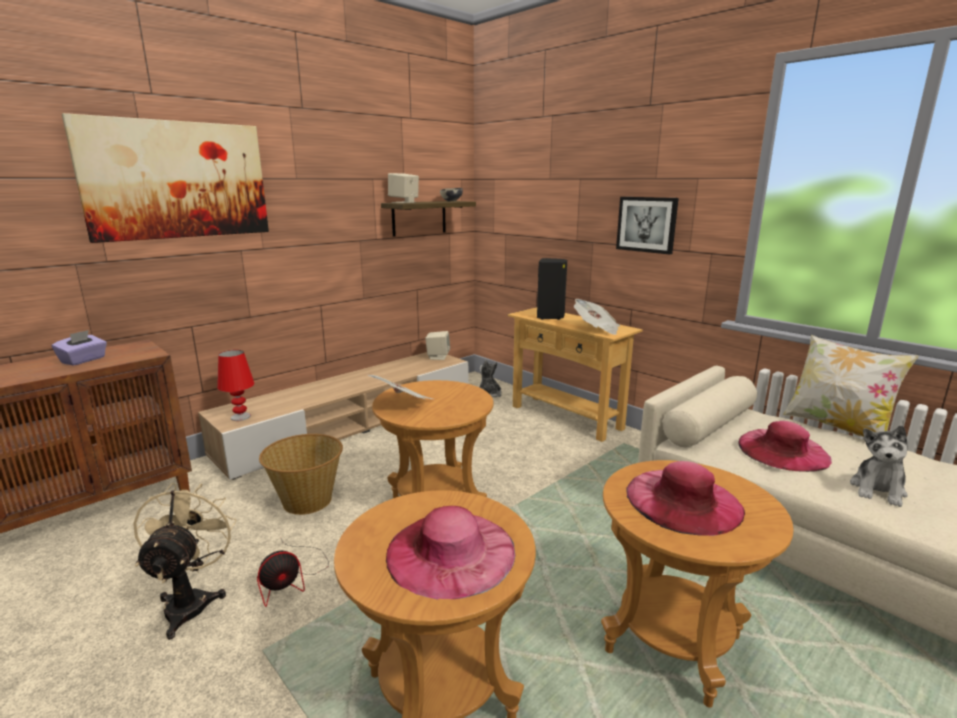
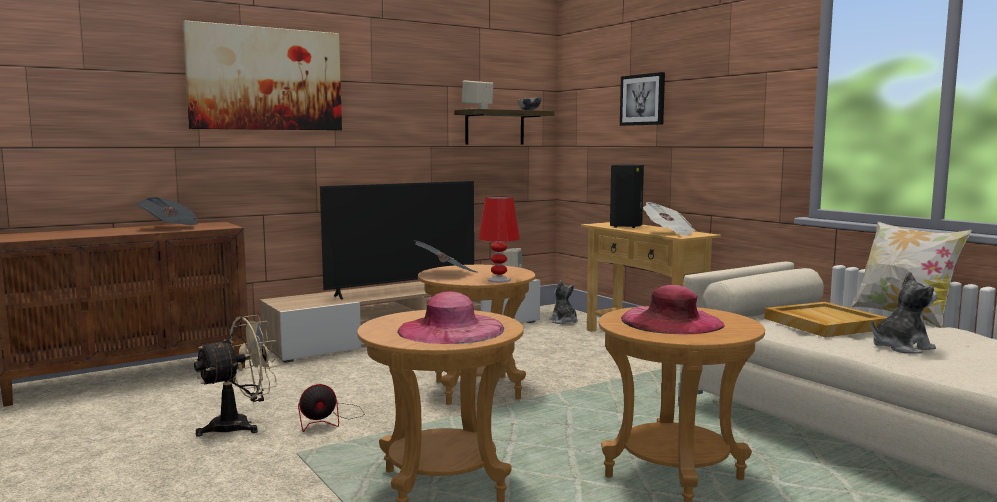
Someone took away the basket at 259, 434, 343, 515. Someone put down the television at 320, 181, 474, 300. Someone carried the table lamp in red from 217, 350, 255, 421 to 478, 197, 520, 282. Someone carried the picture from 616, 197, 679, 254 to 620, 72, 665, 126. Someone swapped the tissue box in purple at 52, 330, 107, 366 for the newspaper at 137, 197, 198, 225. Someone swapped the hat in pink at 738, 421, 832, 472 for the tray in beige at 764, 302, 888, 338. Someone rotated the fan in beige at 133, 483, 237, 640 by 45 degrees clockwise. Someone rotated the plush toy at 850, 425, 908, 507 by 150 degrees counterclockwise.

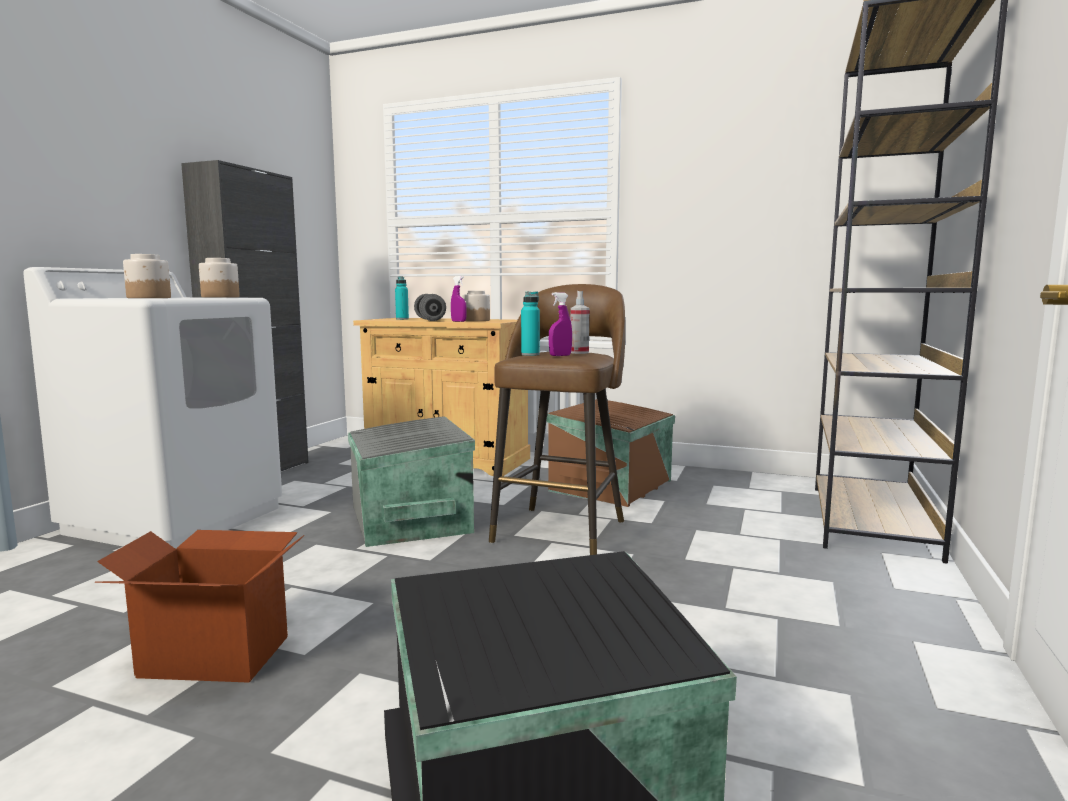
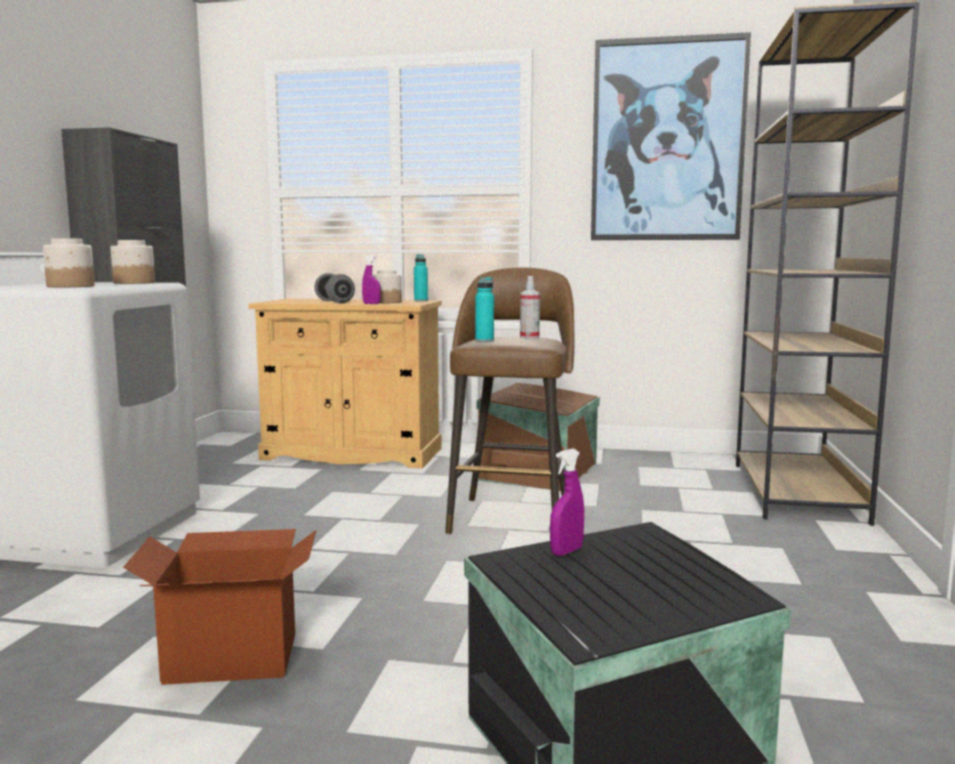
Someone took away the storage box in grey at 348, 416, 475, 547. Someone put up the picture at 591, 32, 751, 240. Someone carried the bottle in turquoise from 395, 276, 409, 320 to 414, 254, 428, 302. Someone carried the spray bottle in purple from 549, 292, 572, 356 to 550, 449, 584, 556.

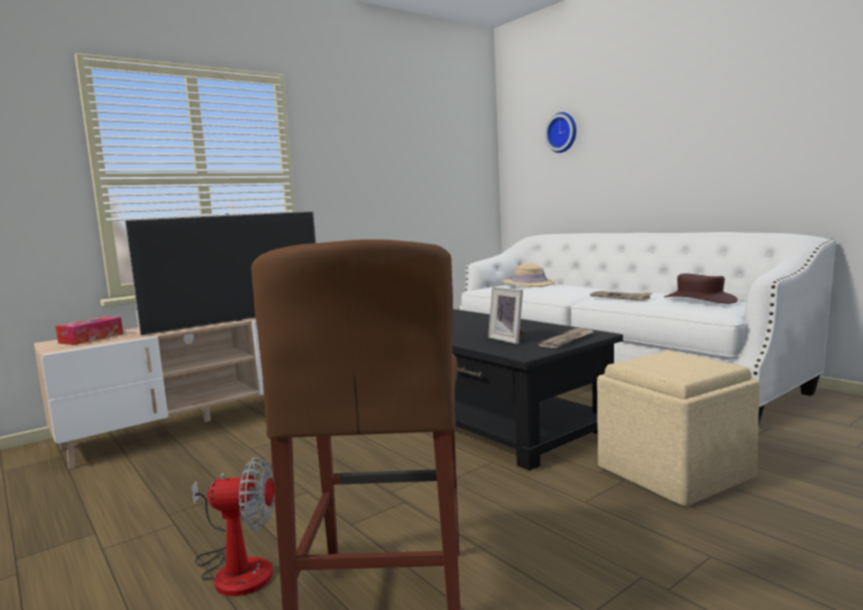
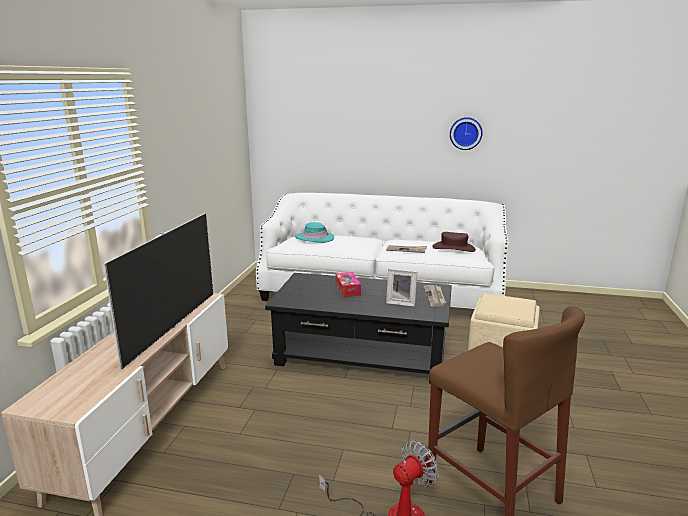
Someone carried the tissue box from 55, 317, 123, 345 to 335, 272, 361, 297. Someone carried the wall clock from 545, 112, 576, 153 to 450, 117, 483, 150. Someone repainted the hat in beige at 502, 264, 555, 287, which became the hat in turquoise at 295, 222, 334, 243.

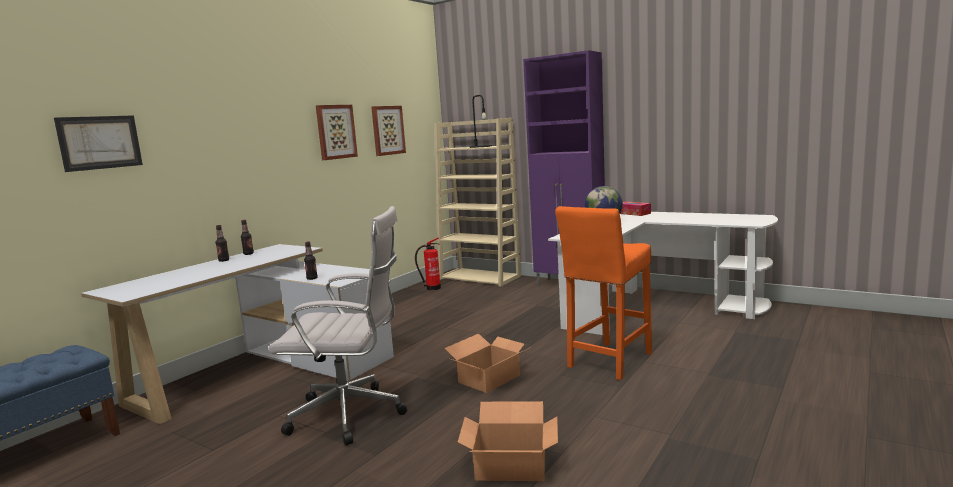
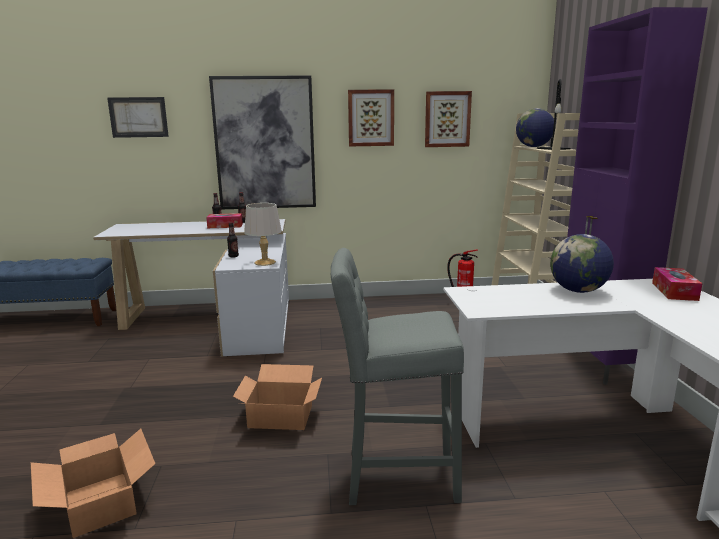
Someone took away the office chair in white at 268, 206, 407, 446. Someone put down the tissue box at 206, 213, 243, 228. Someone put up the picture at 209, 75, 316, 209. Someone put down the table lamp in grey at 244, 203, 282, 266. Someone put down the globe at 516, 108, 554, 147. Someone repainted the stool in orange at 555, 206, 652, 380, which became the stool in grey at 331, 248, 464, 505.

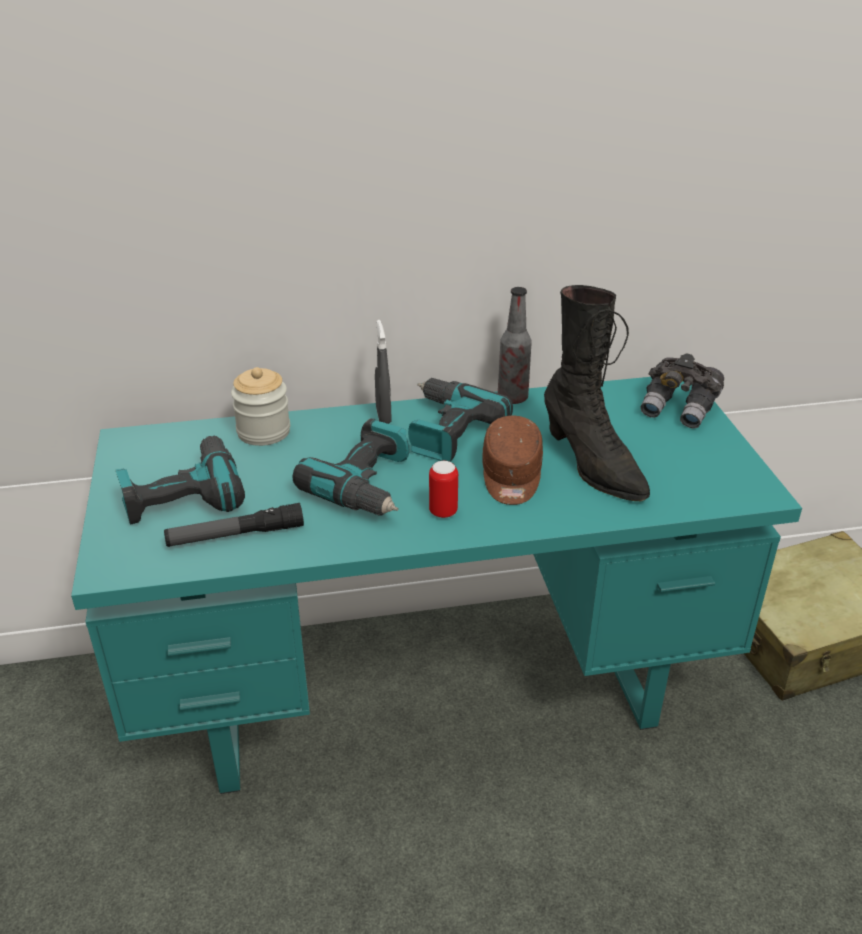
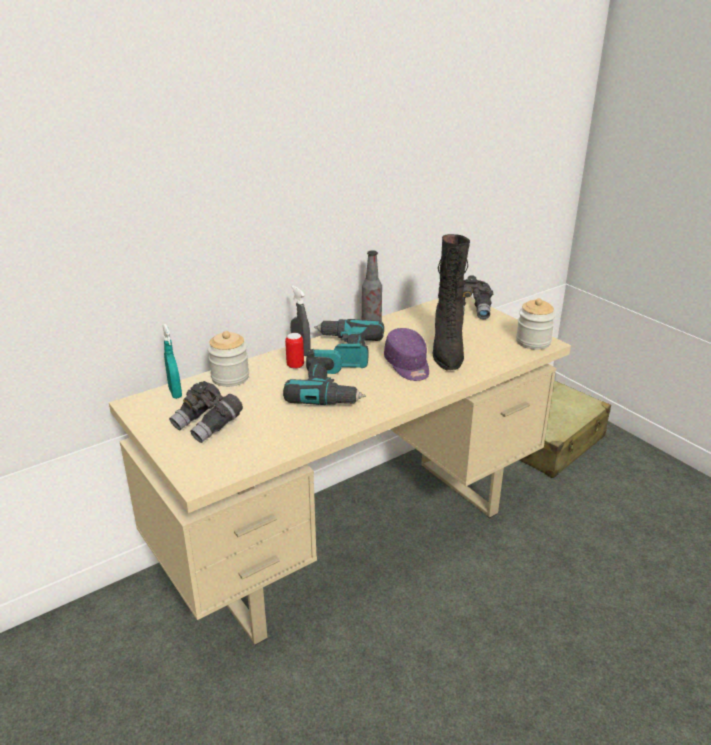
Someone took away the flashlight at 164, 503, 304, 547. Someone put down the spray bottle in turquoise at 162, 324, 182, 399. Someone put down the jar at 516, 298, 556, 350. Someone carried the can from 429, 461, 458, 518 to 285, 333, 304, 369. Someone swapped the power drill at 116, 436, 245, 525 for the binoculars in grey at 169, 381, 243, 443. Someone repainted the desk in turquoise at 71, 377, 802, 794, which became the desk in beige at 109, 297, 571, 645. Someone repainted the cap in brown at 482, 416, 543, 505, which became the cap in purple at 384, 328, 429, 381. Someone rotated the boot in black at 544, 285, 650, 501 by 60 degrees clockwise.

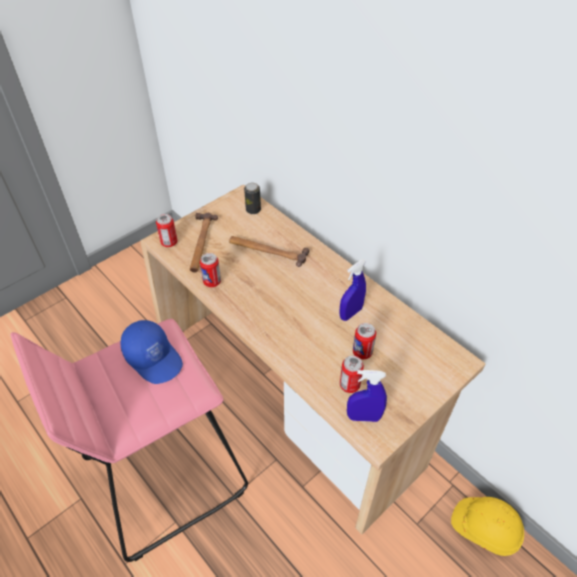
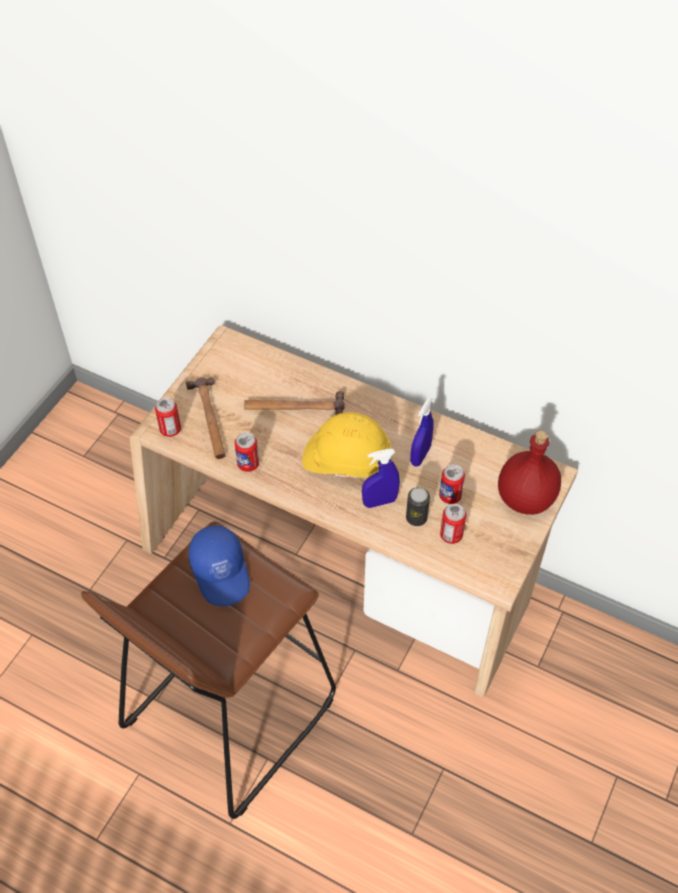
Someone put down the bottle in red at 498, 430, 561, 515. Someone carried the can from 244, 183, 261, 214 to 406, 487, 430, 526. Someone carried the spray bottle in blue from 347, 370, 387, 422 to 362, 449, 400, 508. Someone carried the hard hat in yellow from 451, 497, 524, 556 to 302, 412, 391, 478. Someone repainted the stool in pink at 10, 319, 248, 562, which became the stool in brown at 81, 521, 336, 819. Someone rotated the cap in blue at 121, 320, 183, 384 by 45 degrees clockwise.

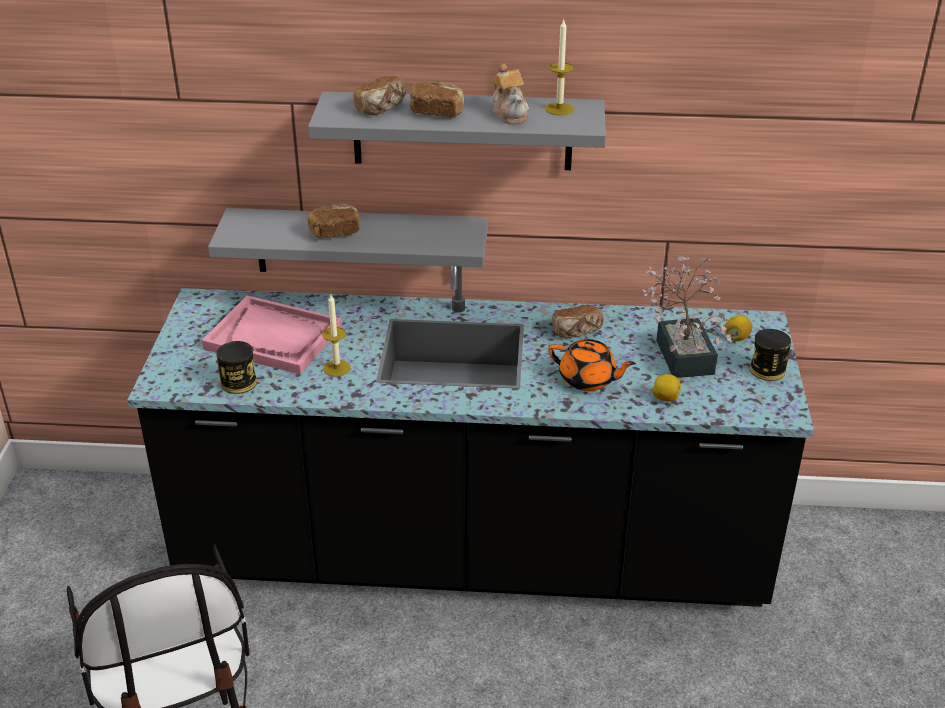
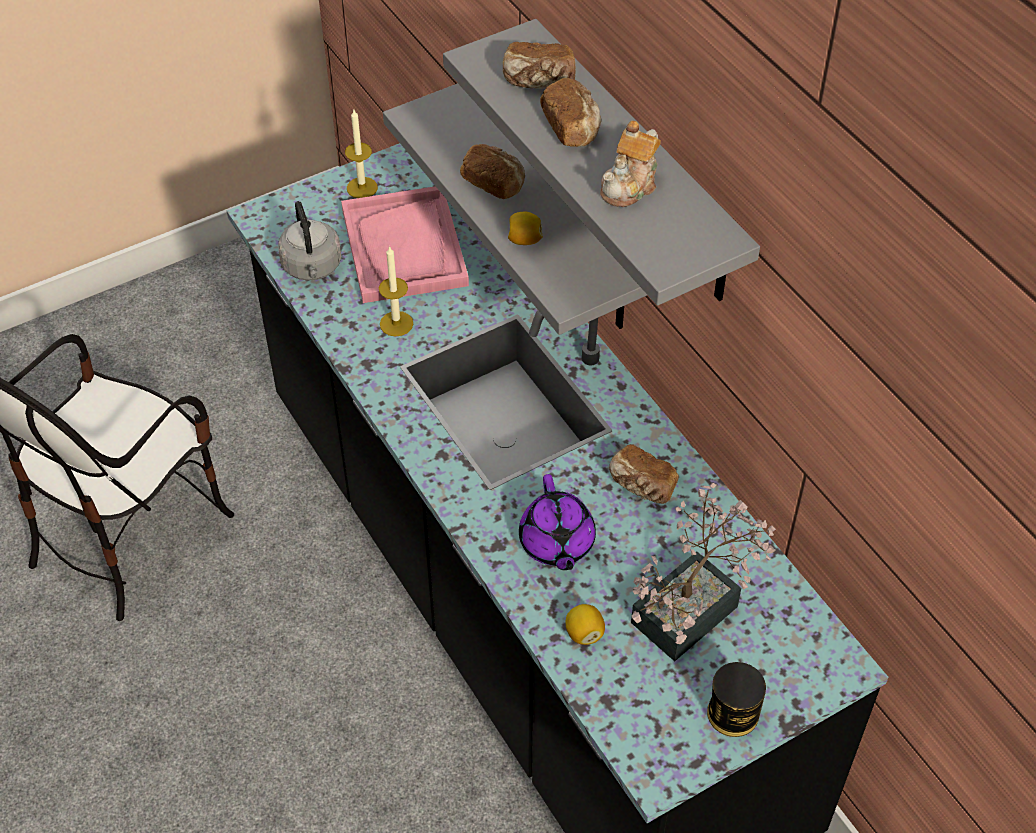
Someone carried the candle from 545, 20, 574, 115 to 345, 110, 378, 198. Someone carried the lemon from 725, 315, 752, 341 to 508, 212, 543, 245. Someone swapped the can at 216, 341, 257, 394 for the kettle in grey at 278, 201, 341, 281. Someone repainted the teapot in orange at 548, 339, 636, 391, which became the teapot in purple at 519, 474, 596, 570.

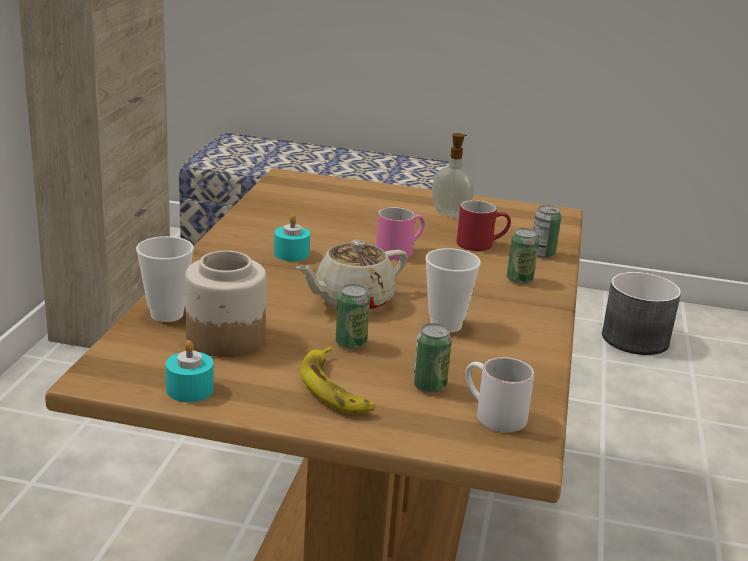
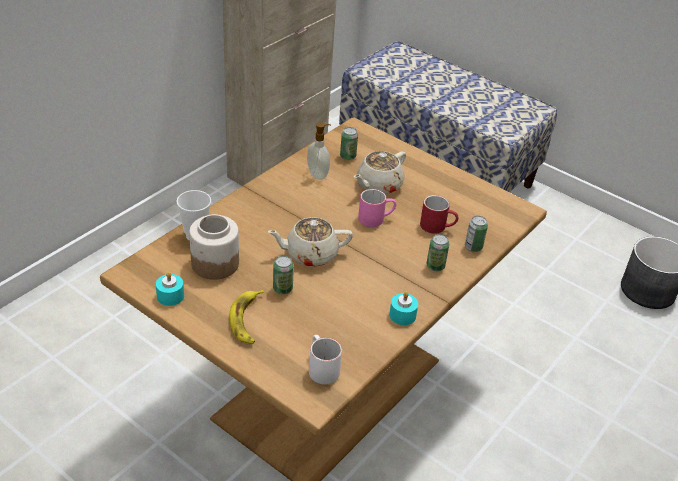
Someone took away the cup at 425, 248, 481, 333. Someone put down the teapot in beige at 354, 151, 406, 195. Someone carried the candle in turquoise from 274, 214, 310, 261 to 389, 292, 418, 325. Someone carried the can from 413, 323, 452, 393 to 340, 127, 358, 160. Someone carried the soap dispenser from 432, 133, 474, 218 to 307, 122, 331, 180.

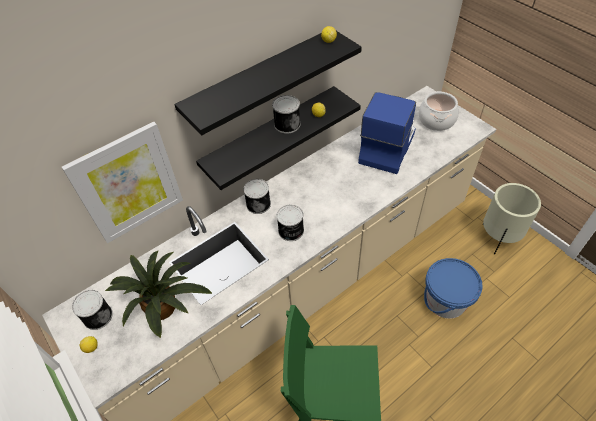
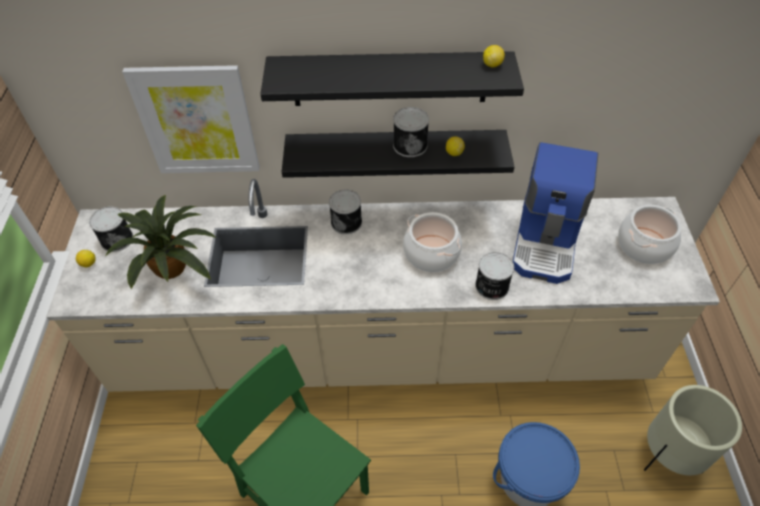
Someone put down the cooking pot at 403, 212, 462, 272. Someone carried the can from 277, 205, 304, 241 to 475, 252, 514, 300. Someone rotated the coffee machine at 358, 92, 416, 174 by 135 degrees clockwise.

